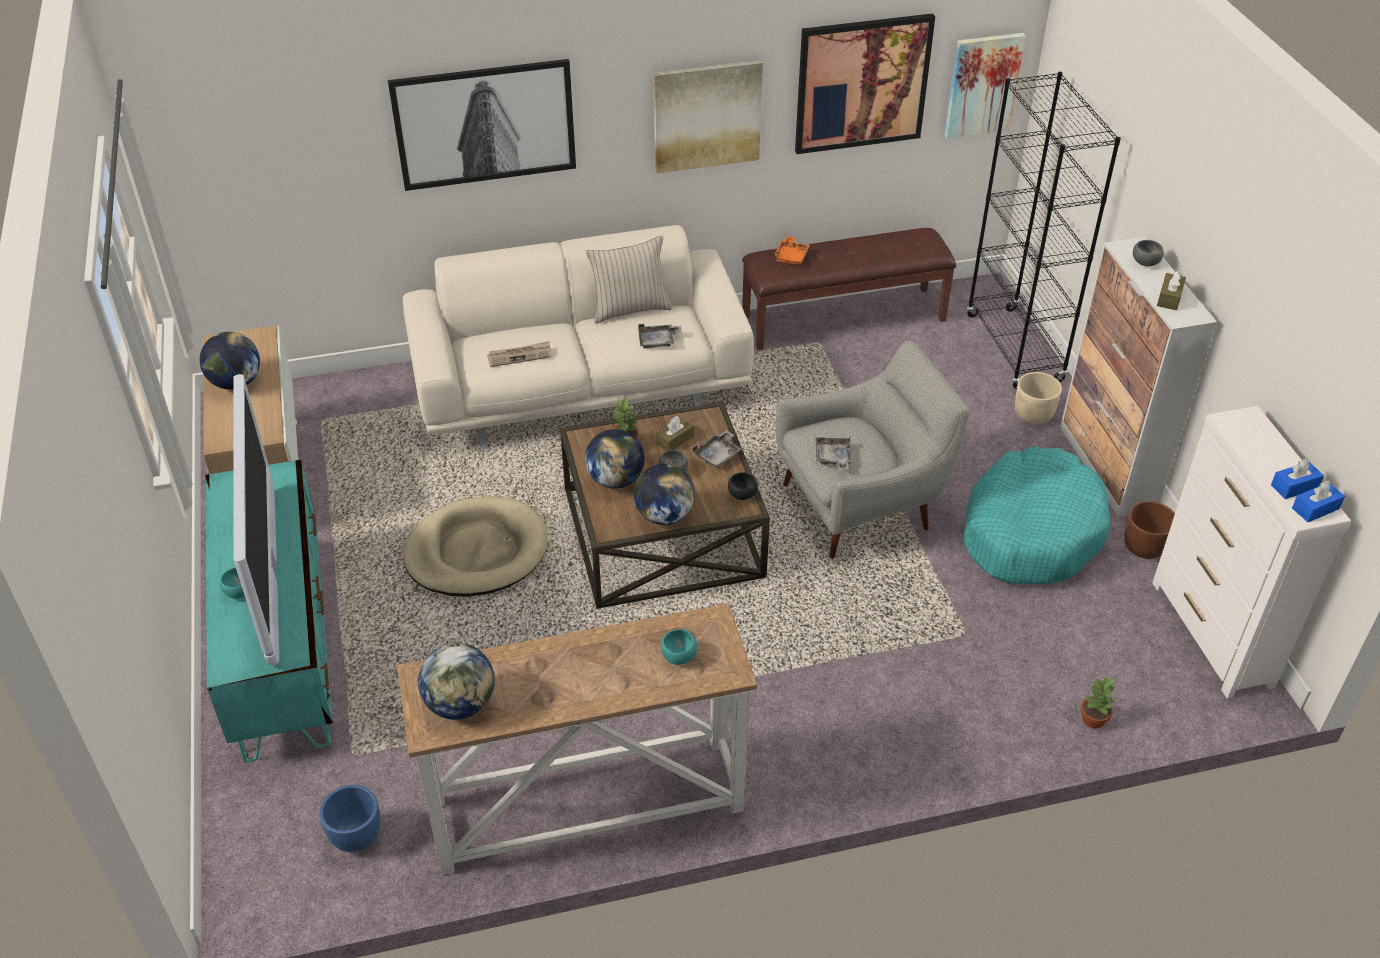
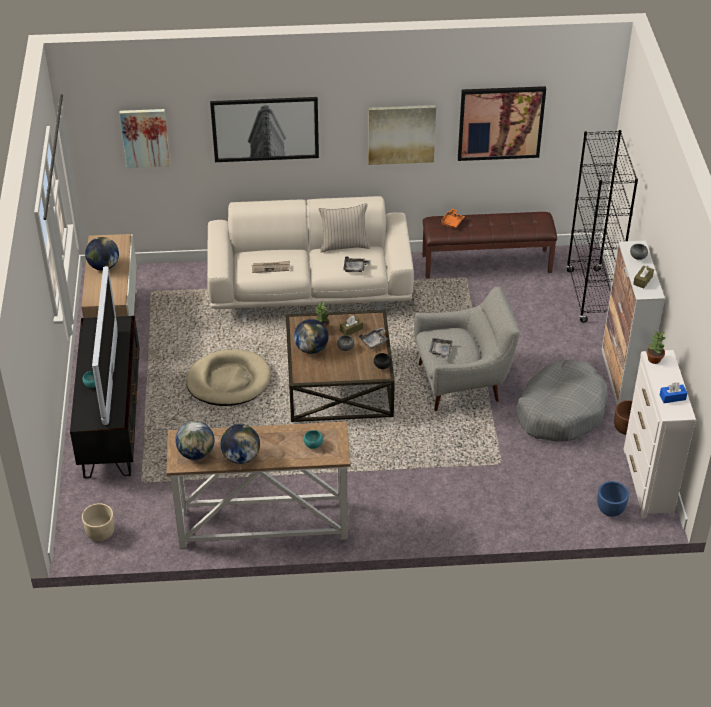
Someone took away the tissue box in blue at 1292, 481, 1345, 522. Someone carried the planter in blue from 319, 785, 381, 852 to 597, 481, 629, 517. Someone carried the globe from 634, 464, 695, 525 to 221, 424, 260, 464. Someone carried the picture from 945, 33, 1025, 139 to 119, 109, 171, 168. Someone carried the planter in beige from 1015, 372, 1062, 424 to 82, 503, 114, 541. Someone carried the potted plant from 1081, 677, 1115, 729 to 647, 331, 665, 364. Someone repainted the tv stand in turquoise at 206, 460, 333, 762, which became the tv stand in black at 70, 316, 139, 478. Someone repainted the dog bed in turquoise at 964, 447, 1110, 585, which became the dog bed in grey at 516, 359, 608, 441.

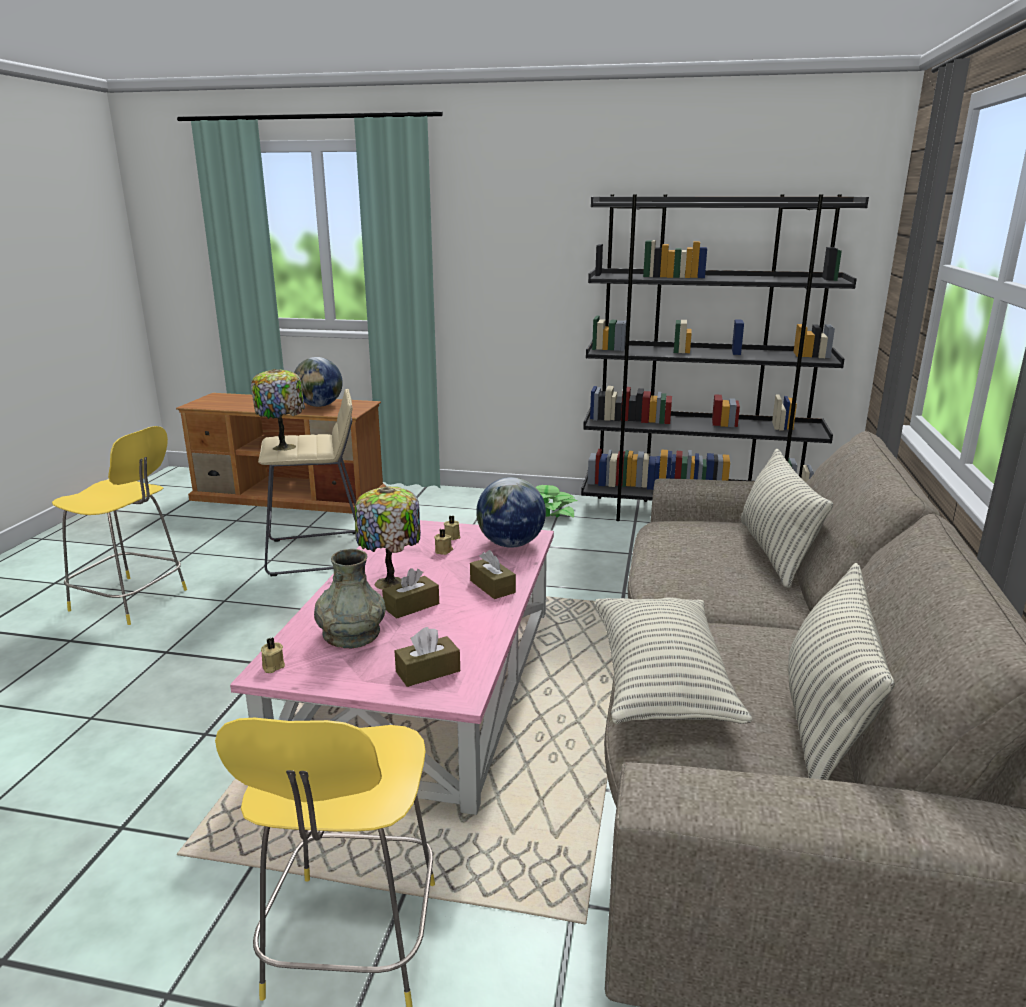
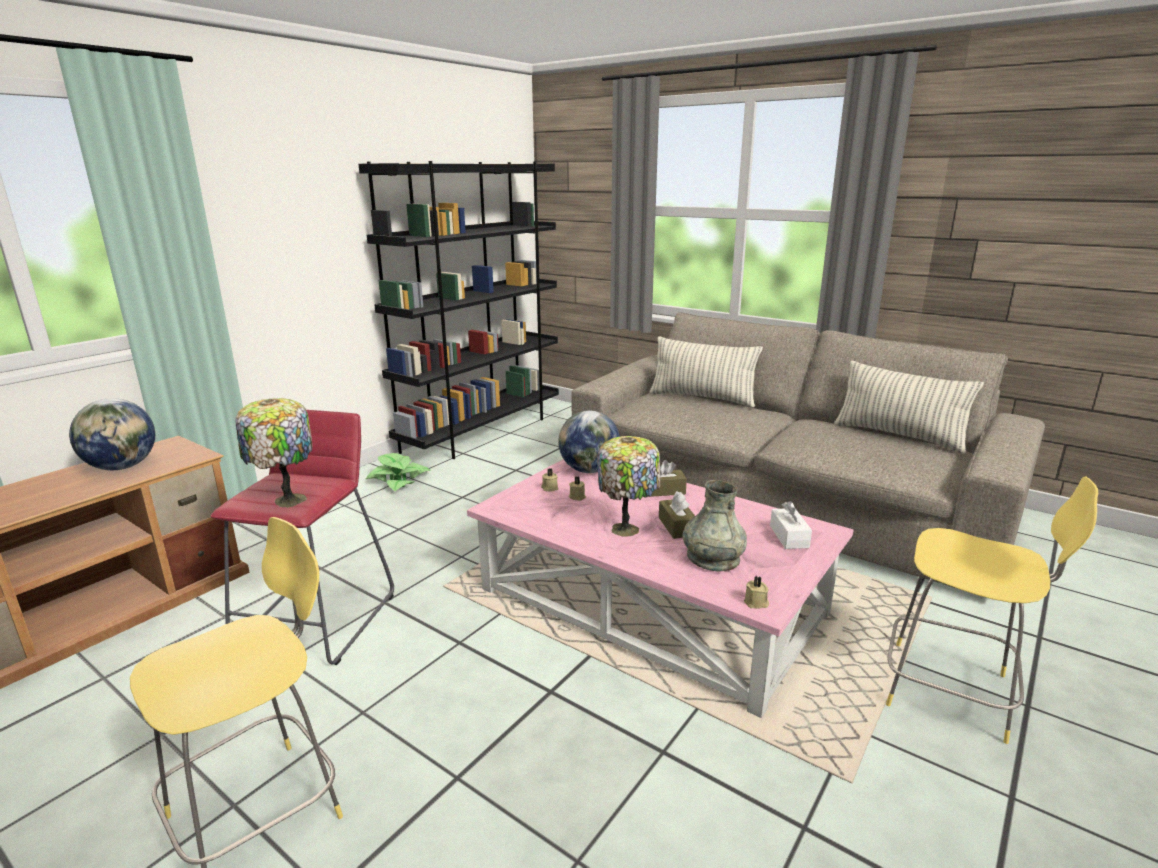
Someone took away the pillow at 594, 597, 752, 725. Someone repainted the stool in beige at 258, 389, 356, 576, which became the stool in red at 211, 410, 394, 665. Someone repainted the tissue box in brown at 395, 627, 460, 687, which became the tissue box in white at 770, 501, 812, 549.

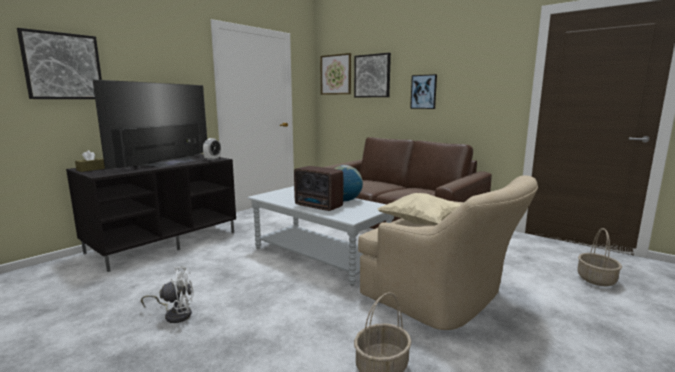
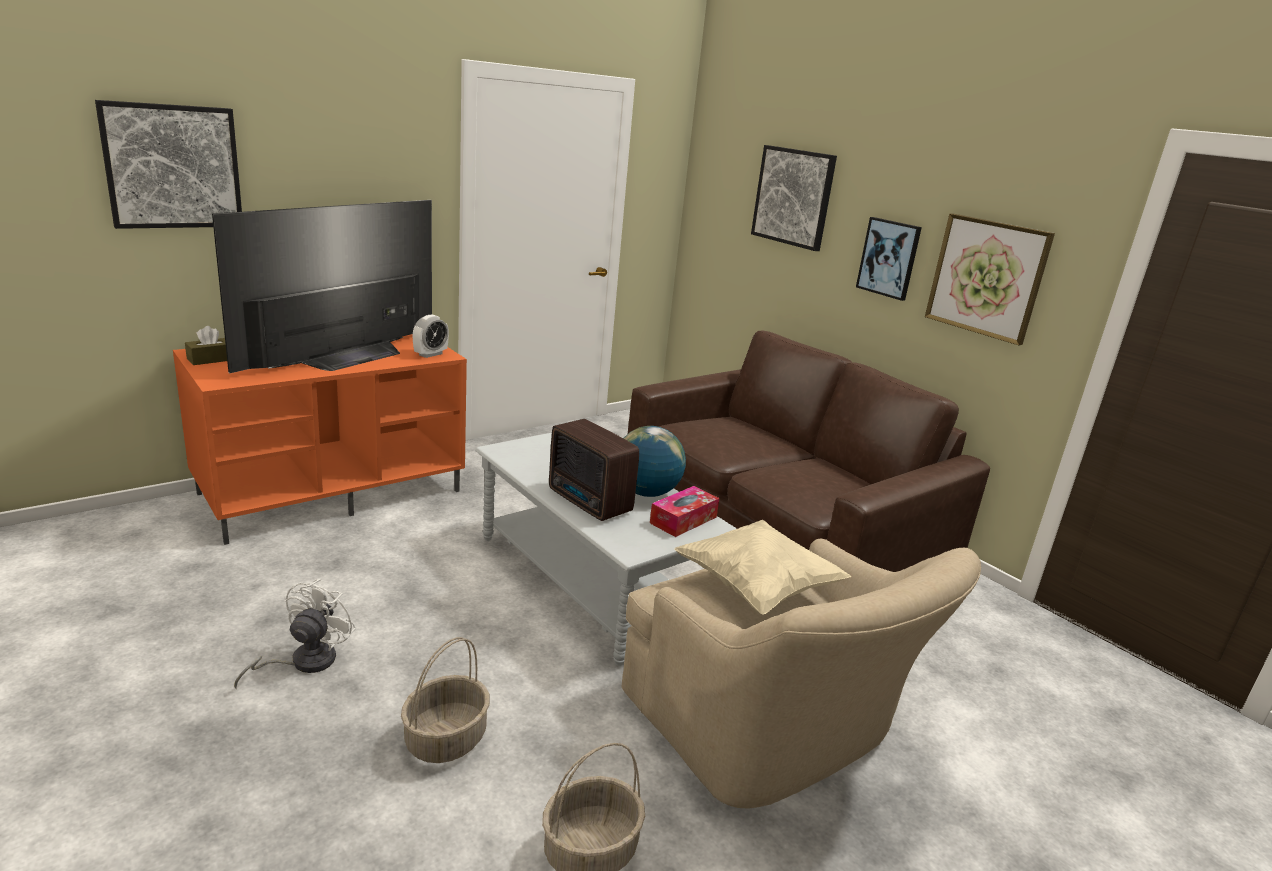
Someone put down the tissue box at 650, 486, 719, 537. Someone carried the picture from 320, 53, 351, 95 to 925, 213, 1055, 345. Someone carried the basket from 578, 228, 622, 286 to 401, 637, 490, 763. Someone repainted the tv stand in black at 66, 154, 236, 272, which became the tv stand in orange at 173, 334, 467, 545. Someone rotated the fan in white at 141, 266, 194, 323 by 75 degrees counterclockwise.

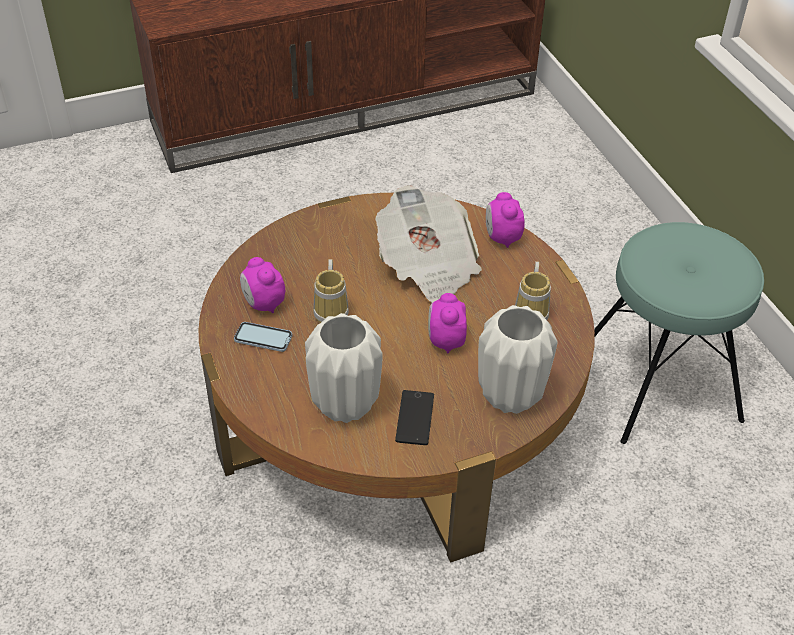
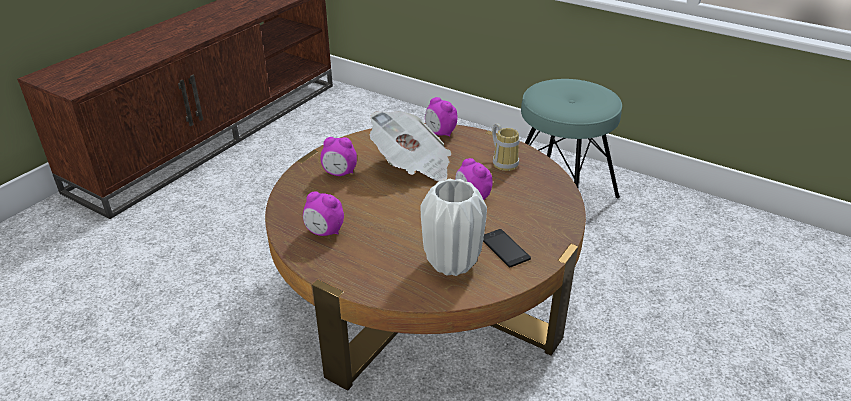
Someone took away the phone at 234, 322, 292, 352. Someone took away the mug at 313, 259, 349, 323. Someone took away the vase in white at 478, 305, 558, 414. Someone put down the alarm clock at 320, 137, 357, 176.

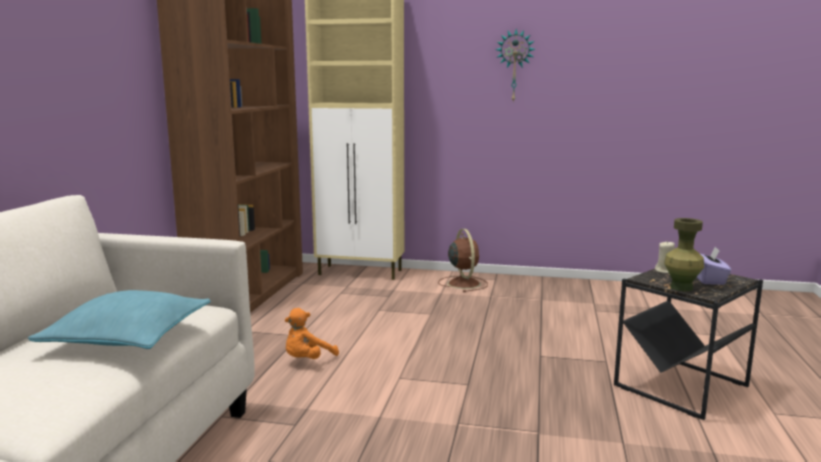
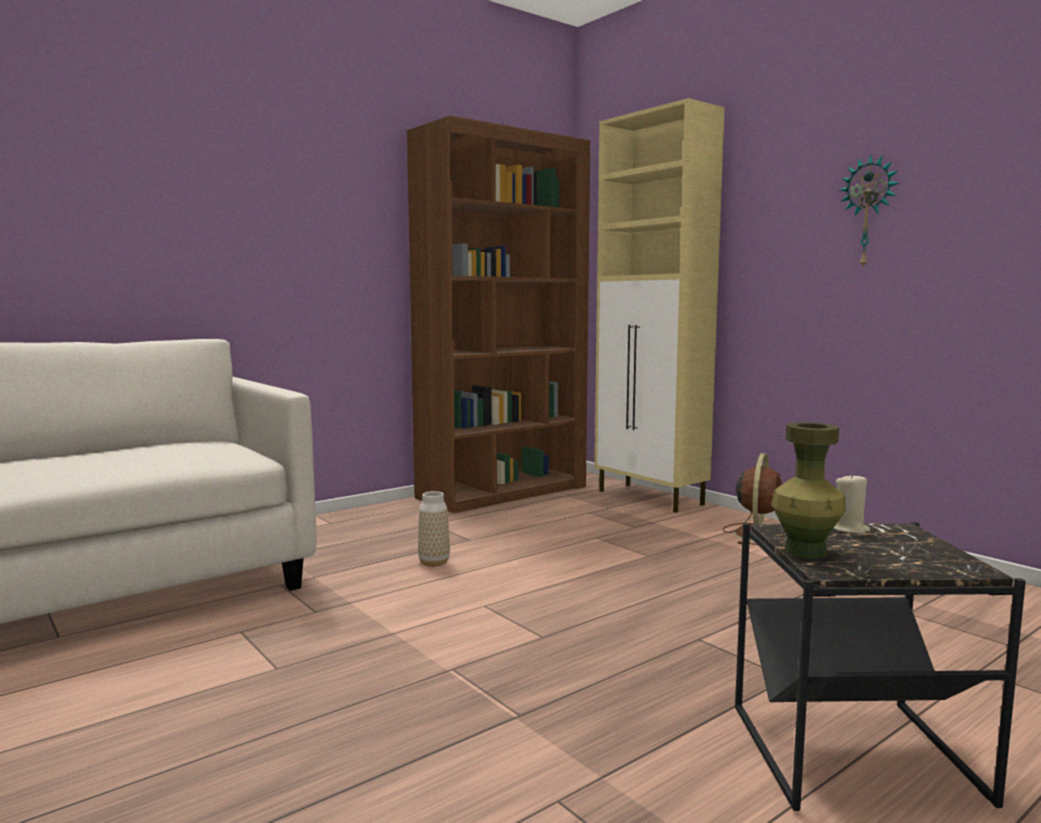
Someone took away the pillow in turquoise at 28, 290, 211, 349. Someone took away the tissue box in purple at 697, 247, 731, 285. Someone swapped the plush toy in orange at 285, 308, 339, 359 for the vase at 418, 491, 450, 567.

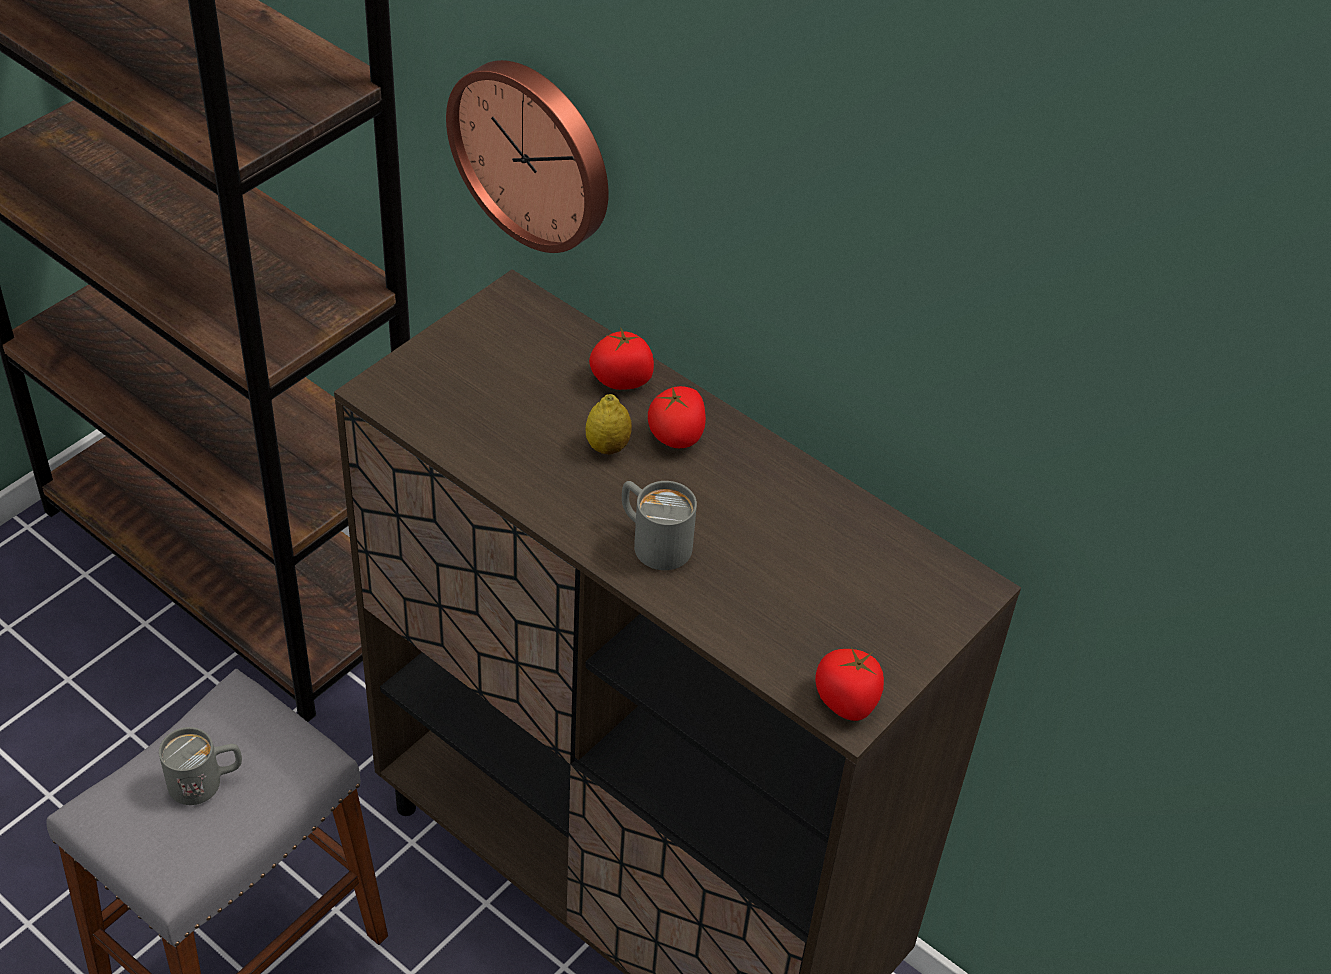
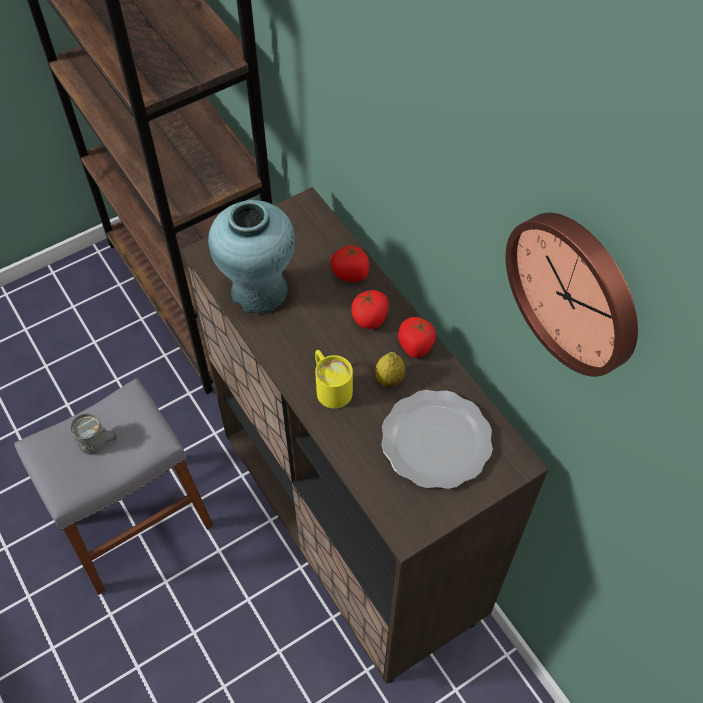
Someone put down the vase in turquoise at 208, 200, 295, 315. Someone put down the plate at 381, 390, 493, 489. Someone carried the wall clock from 446, 60, 609, 253 to 506, 213, 638, 377. Someone carried the lemon from 586, 394, 632, 455 to 375, 352, 405, 387. Someone carried the tomato from 815, 647, 884, 721 to 398, 317, 436, 358. Someone repainted the mug in grey at 622, 481, 697, 570, which became the mug in yellow at 315, 350, 353, 409.

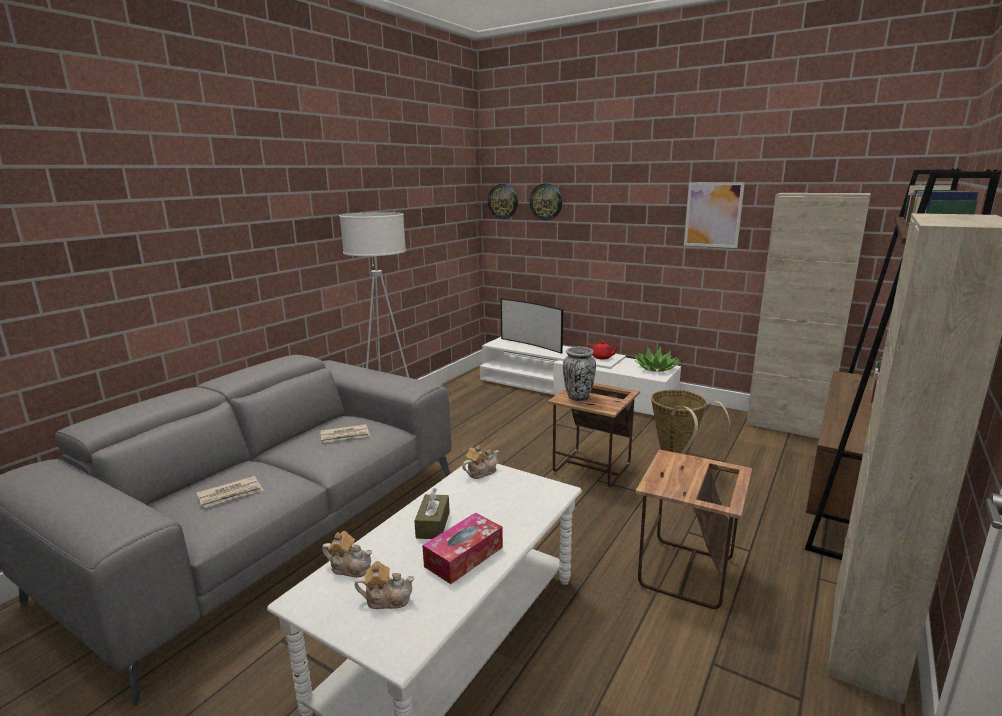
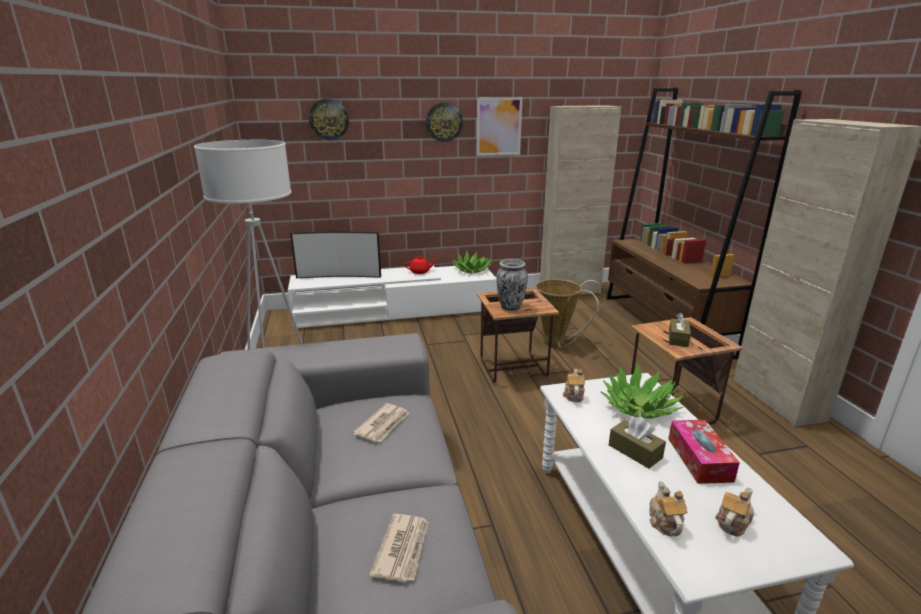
Someone put down the potted plant at 601, 363, 684, 419. Someone put down the tissue box in brown at 669, 313, 691, 347. Someone carried the wall clock from 488, 184, 518, 219 to 426, 103, 463, 142. Someone rotated the teapot at 322, 531, 372, 577 by 60 degrees counterclockwise.

